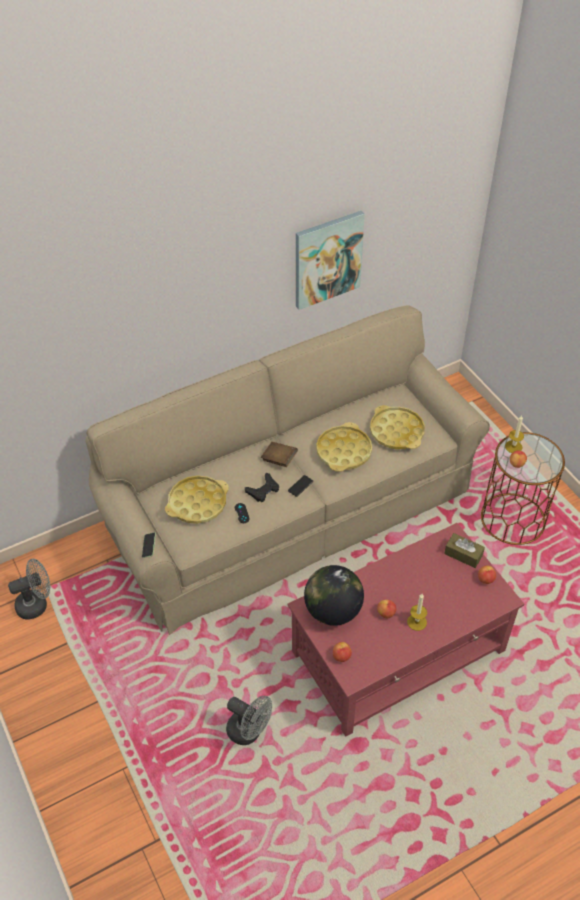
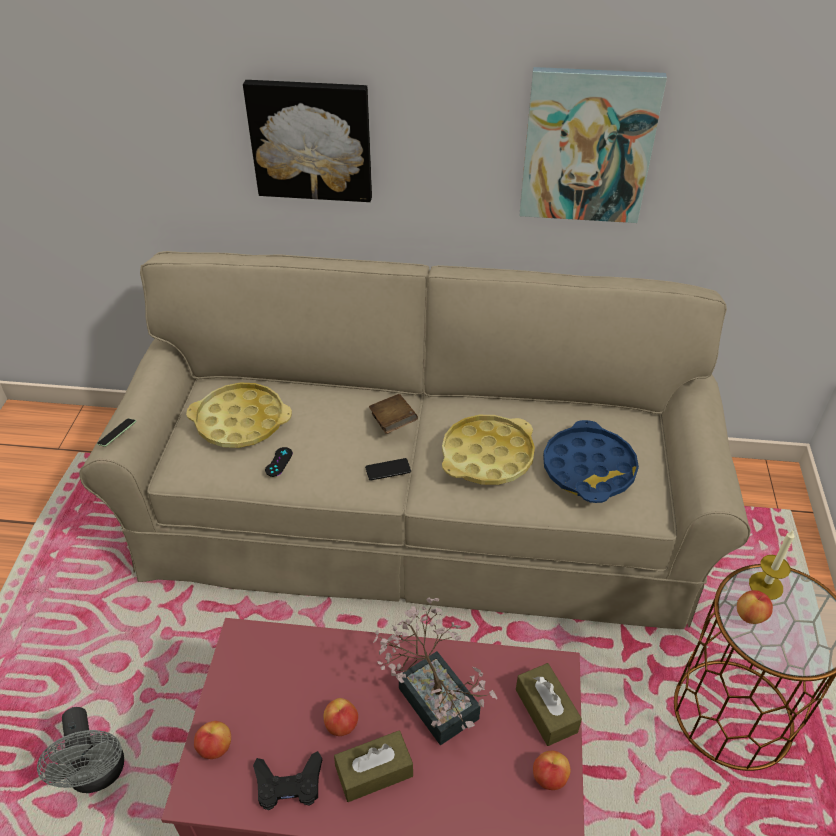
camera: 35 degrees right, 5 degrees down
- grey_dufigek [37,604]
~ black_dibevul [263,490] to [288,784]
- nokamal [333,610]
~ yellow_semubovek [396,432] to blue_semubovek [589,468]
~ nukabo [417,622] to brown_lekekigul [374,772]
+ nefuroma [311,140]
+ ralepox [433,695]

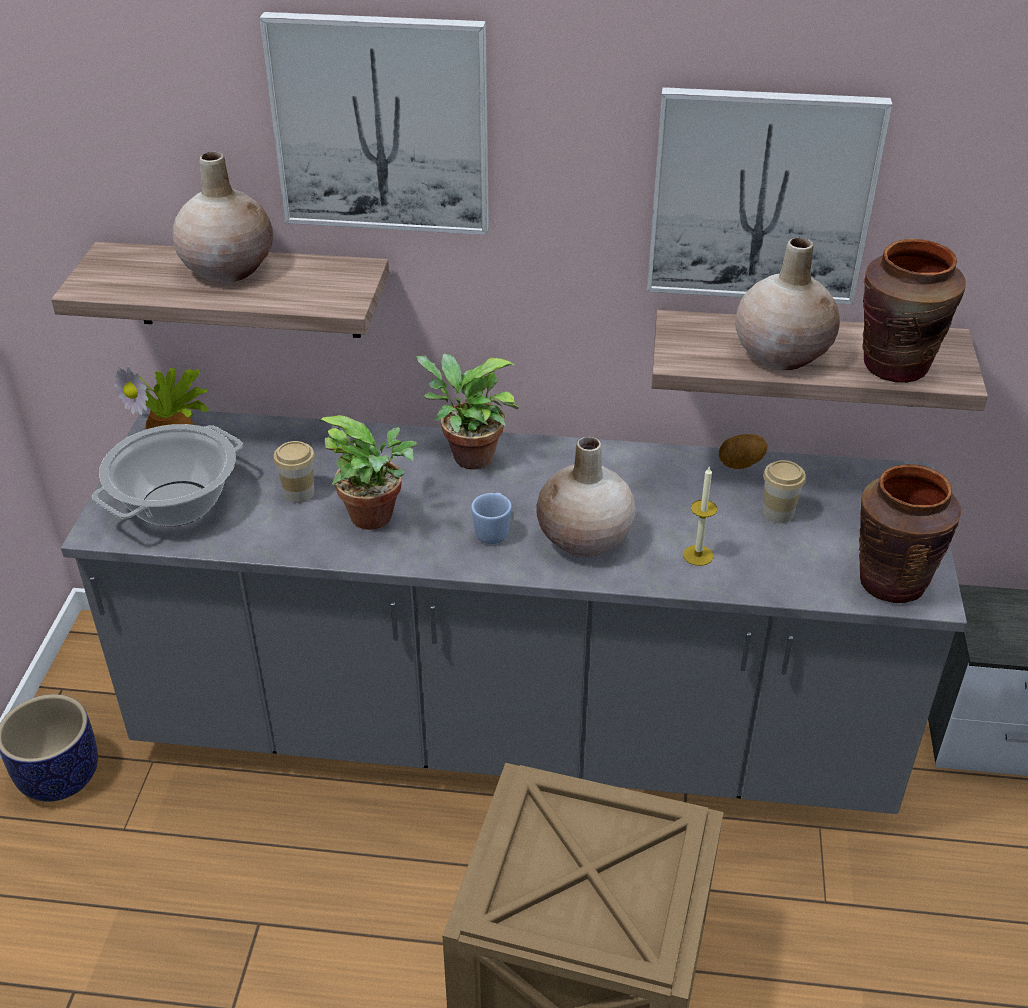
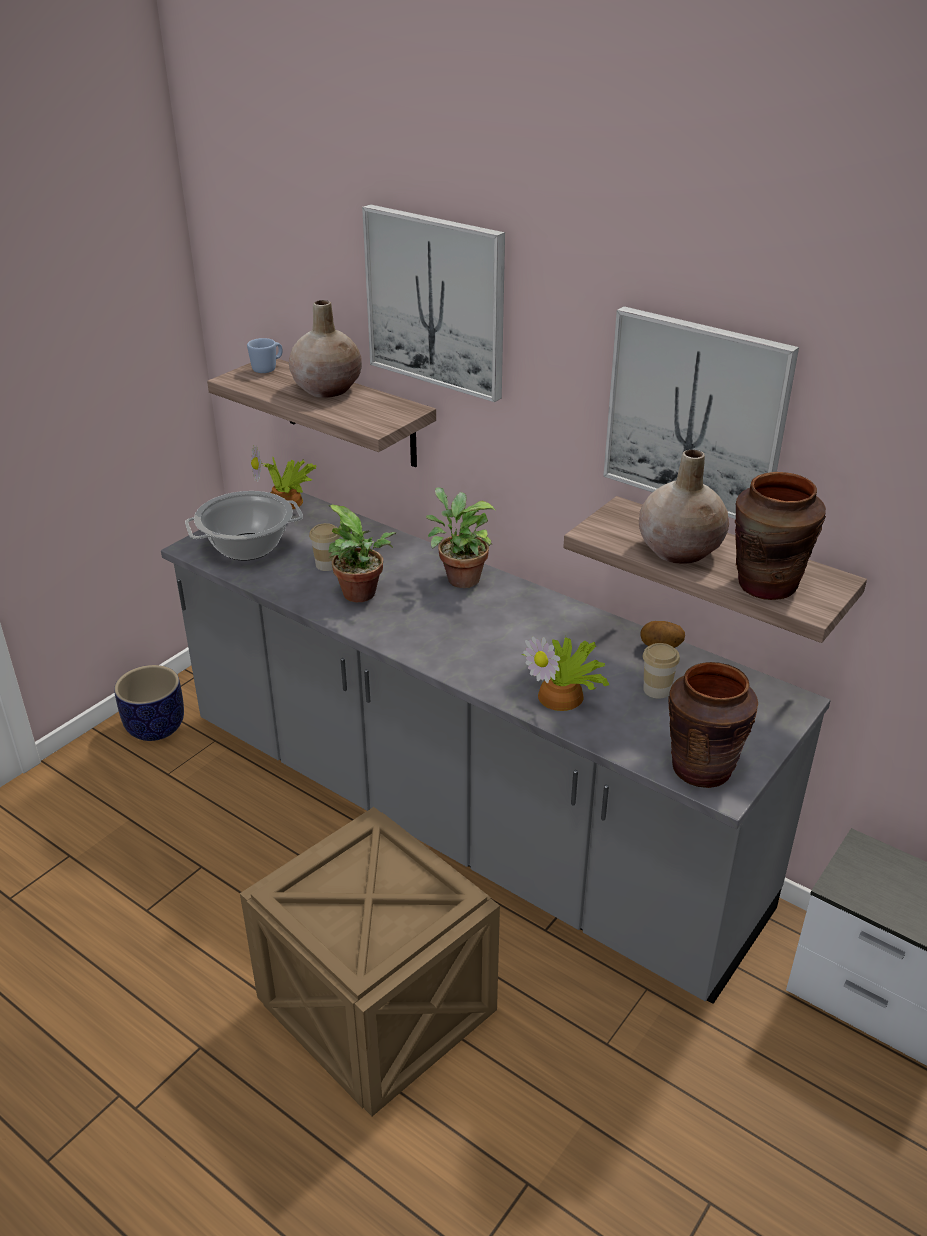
camera: 30 degrees right, 5 degrees down
~ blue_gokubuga [493,531] to [268,368]
- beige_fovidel [584,539]
~ nukabo [698,555] to ralepox [563,696]

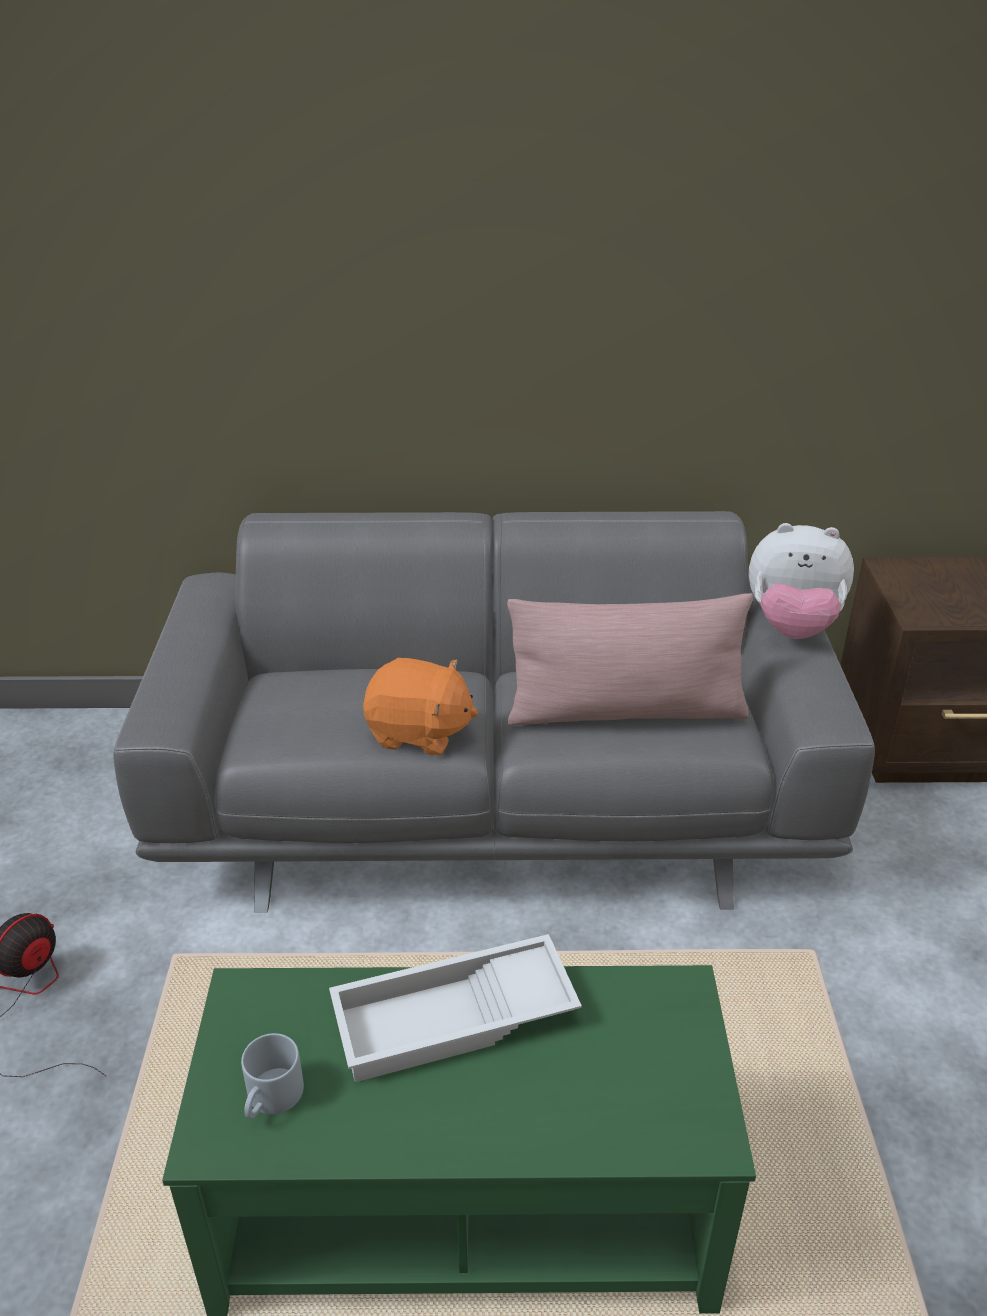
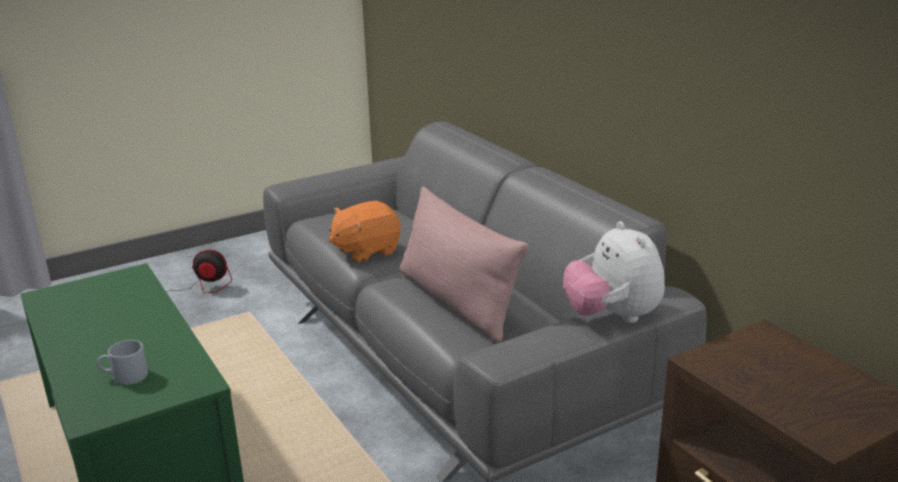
camera: 60 degrees right, 10 degrees down
~ grey_gokubuga [271,1099] to [124,377]
- white_semubovek [453,1021]
~ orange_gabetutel [419,733] = [366,251] 75 degrees clockwise

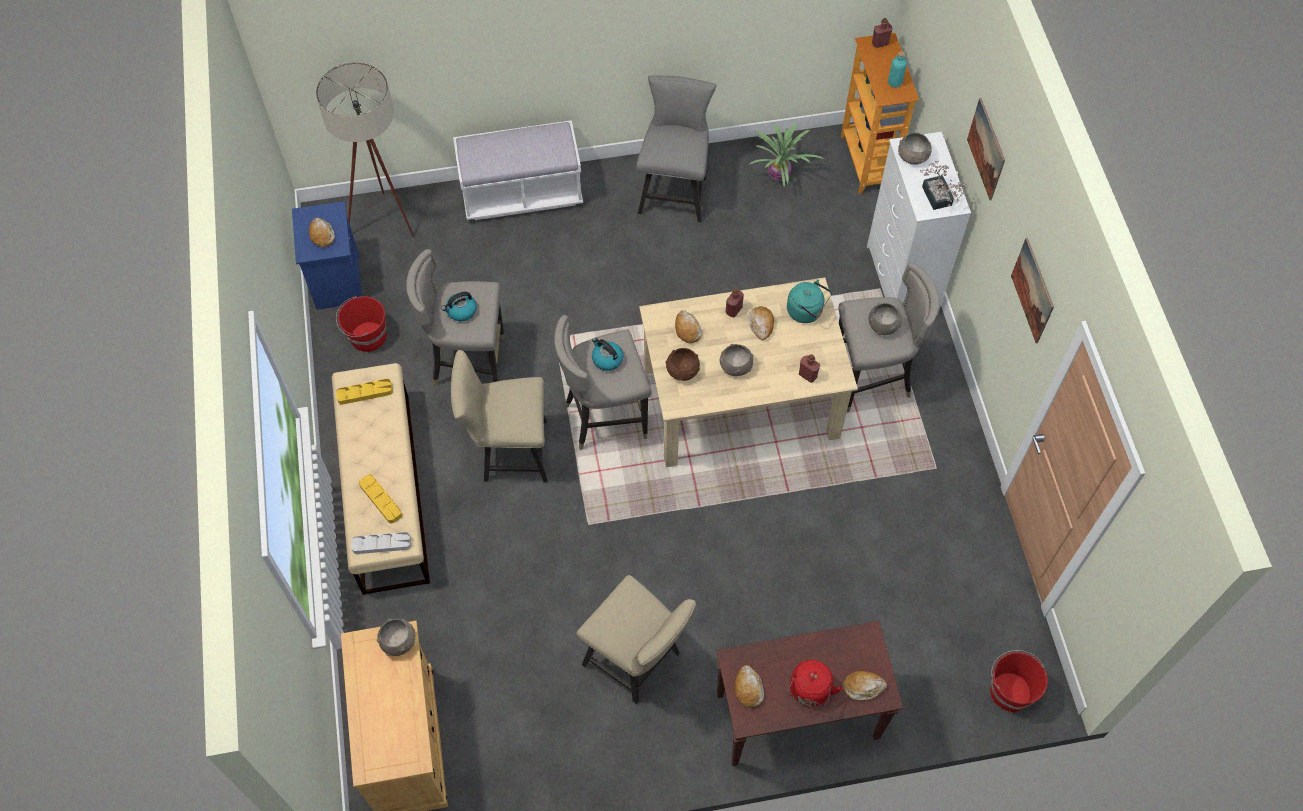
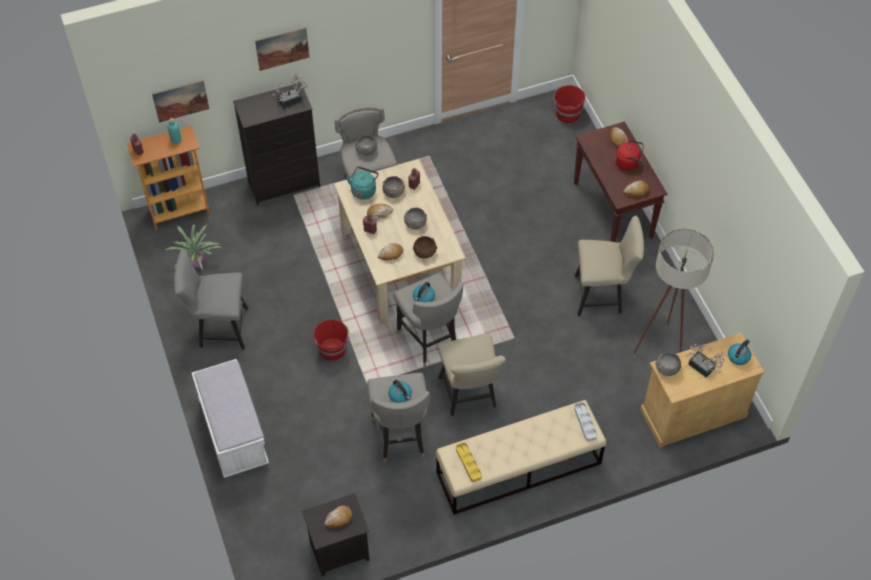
camera: 100 degrees left, 5 degrees down
~ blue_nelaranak [336,281] to black_nelaranak [339,552]
~ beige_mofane [388,225] to [662,343]
~ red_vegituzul [367,337] to [333,349]
- yellow_semubovek [381,500]
~ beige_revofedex [637,662] = [602,295] 60 degrees clockwise
~ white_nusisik [901,281] to black_nusisik [284,184]
~ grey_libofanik [912,157] to [394,192]
~ nefuroma [1032,290] to [180,101]
+ ralepox [704,368]
+ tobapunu [738,356]

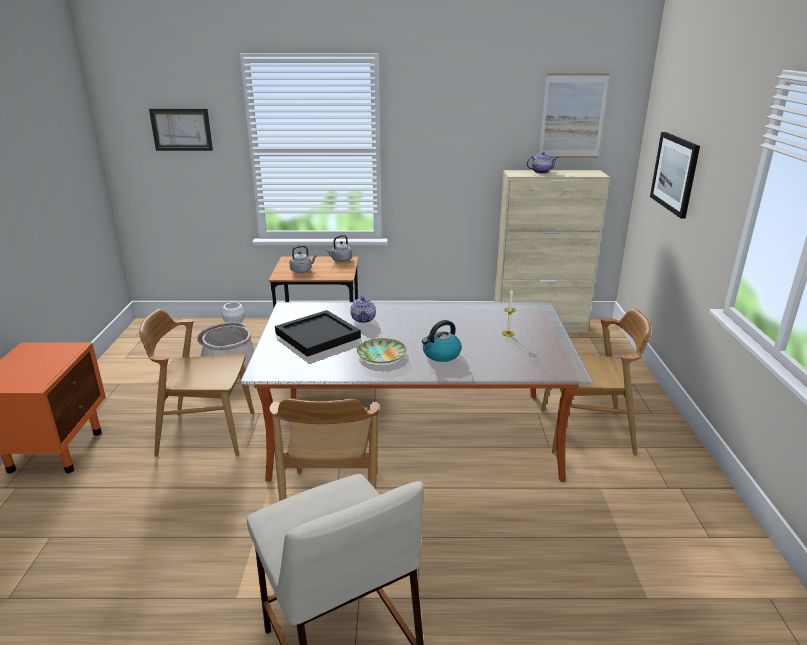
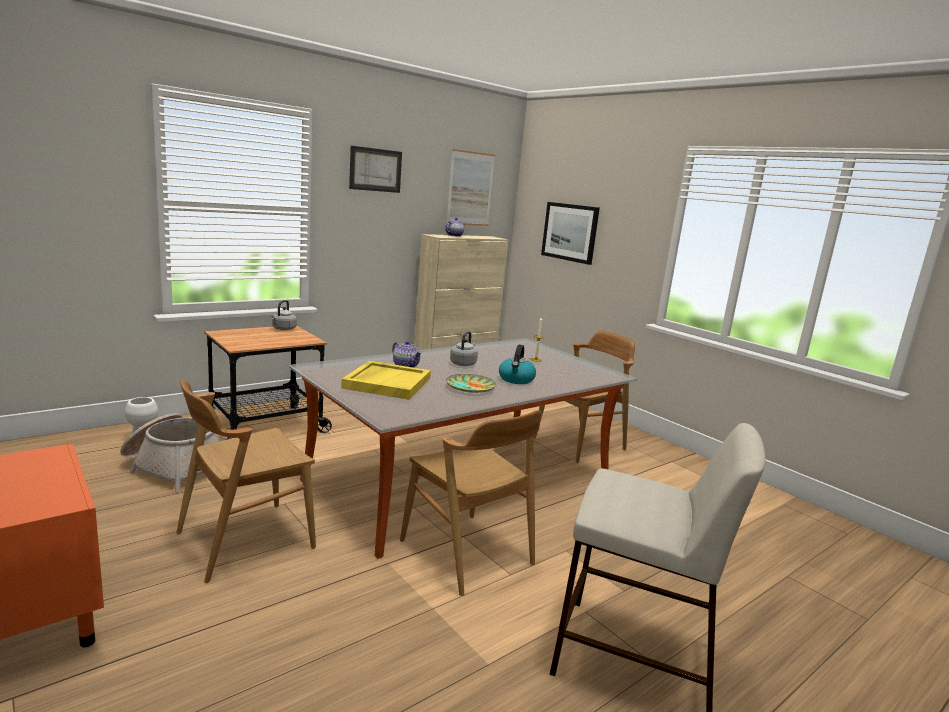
camera: 40 degrees left, 10 degrees down
~ nefuroma [181,129] to [375,170]
~ black_semubovek [318,335] to yellow_semubovek [387,383]
~ grey_tobapunu [302,270] to [463,364]

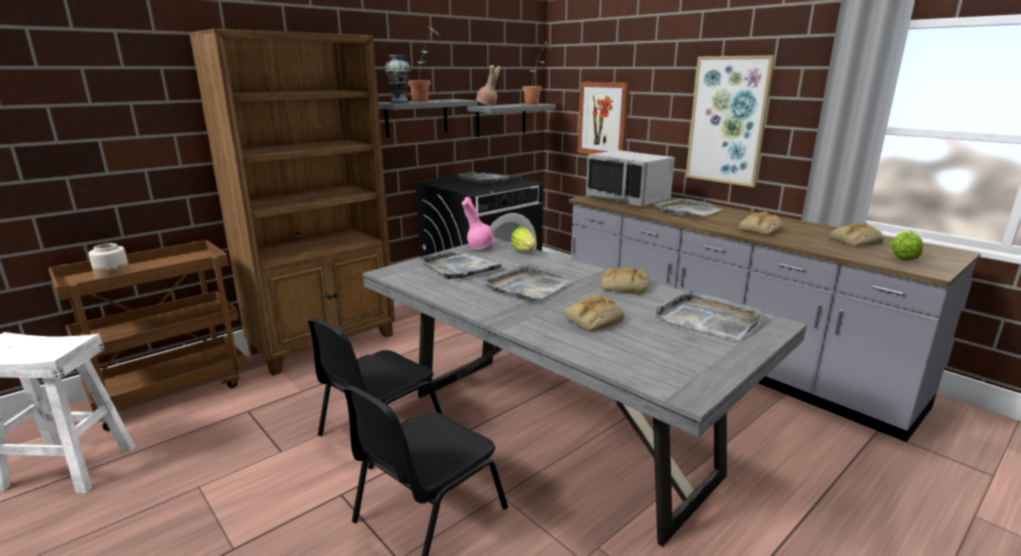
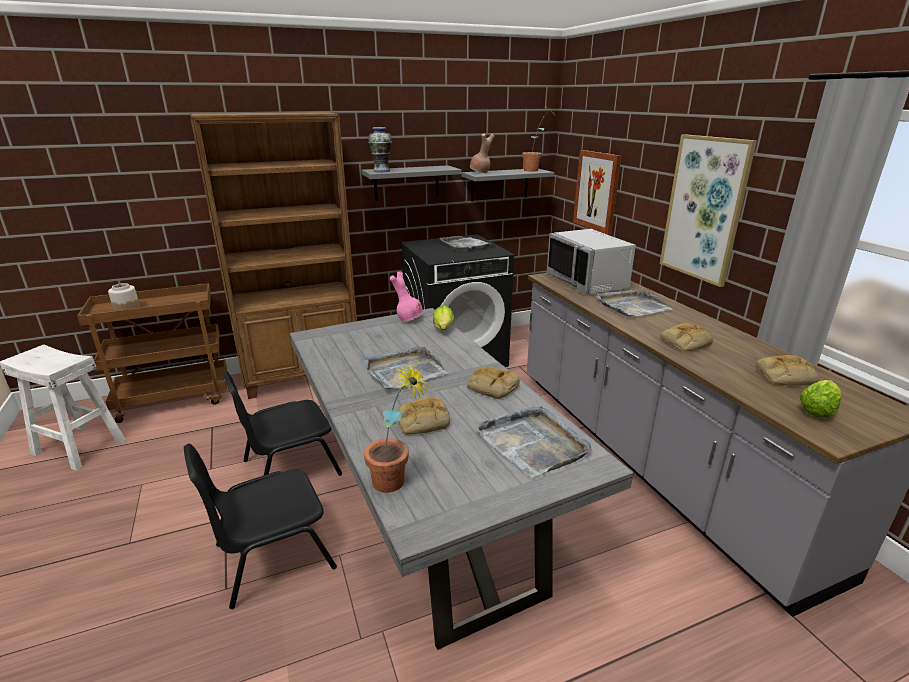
camera: 20 degrees right, 5 degrees up
~ ralepox [425,101] to [397,485]
- grey_semubovek [459,268]

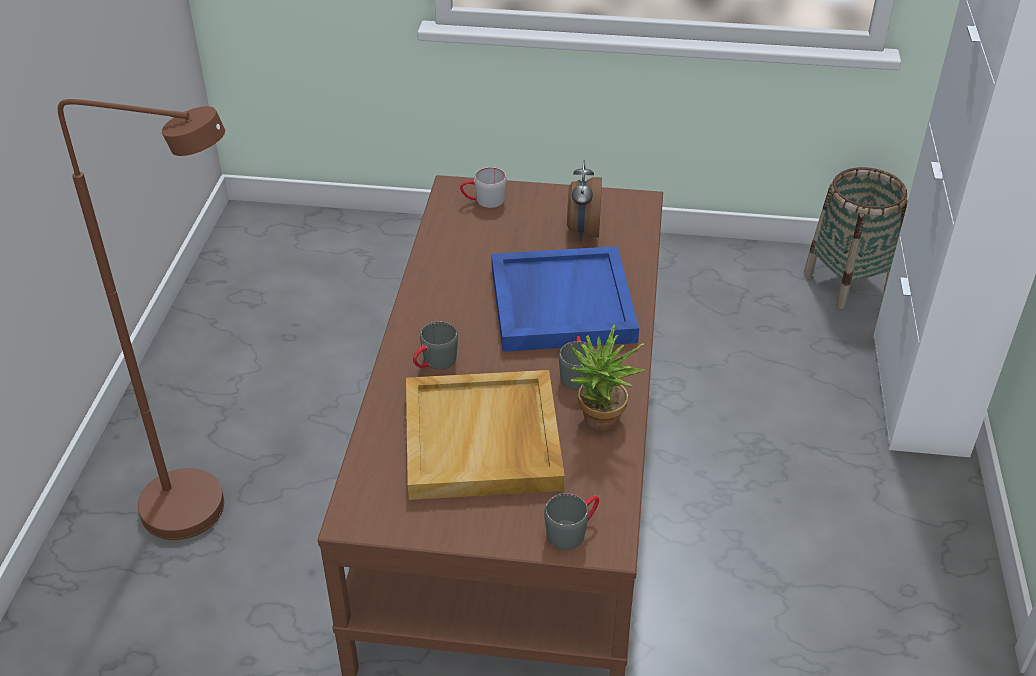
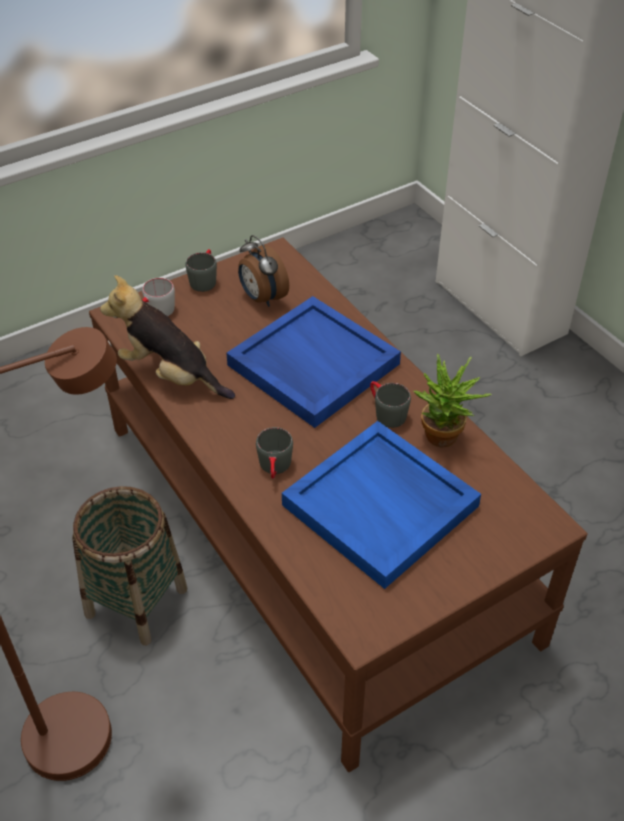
camera: 40 degrees left, 5 degrees up
~ beige_semubovek [483,440] to blue_semubovek [382,505]
~ grey_gokubuga [572,530] to [204,279]
~ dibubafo [848,282] to [137,601]
+ gabetutel [171,375]

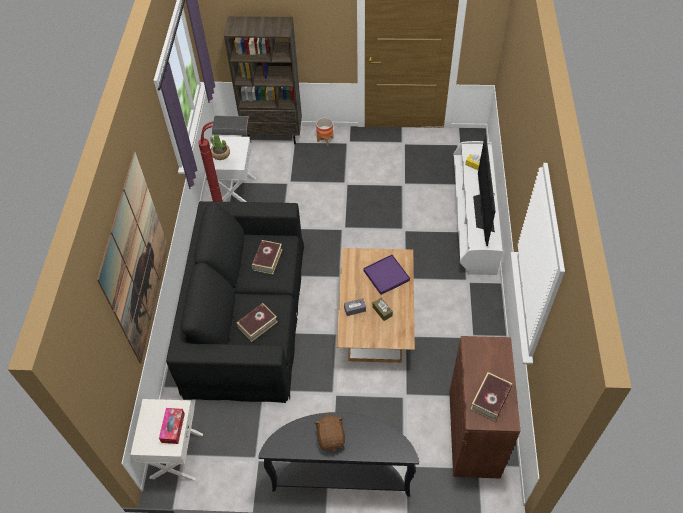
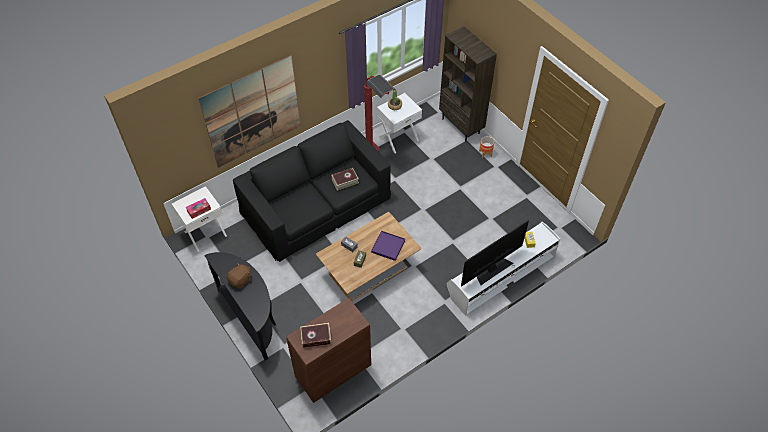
camera: 50 degrees right, 0 degrees up
- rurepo [257,324]

